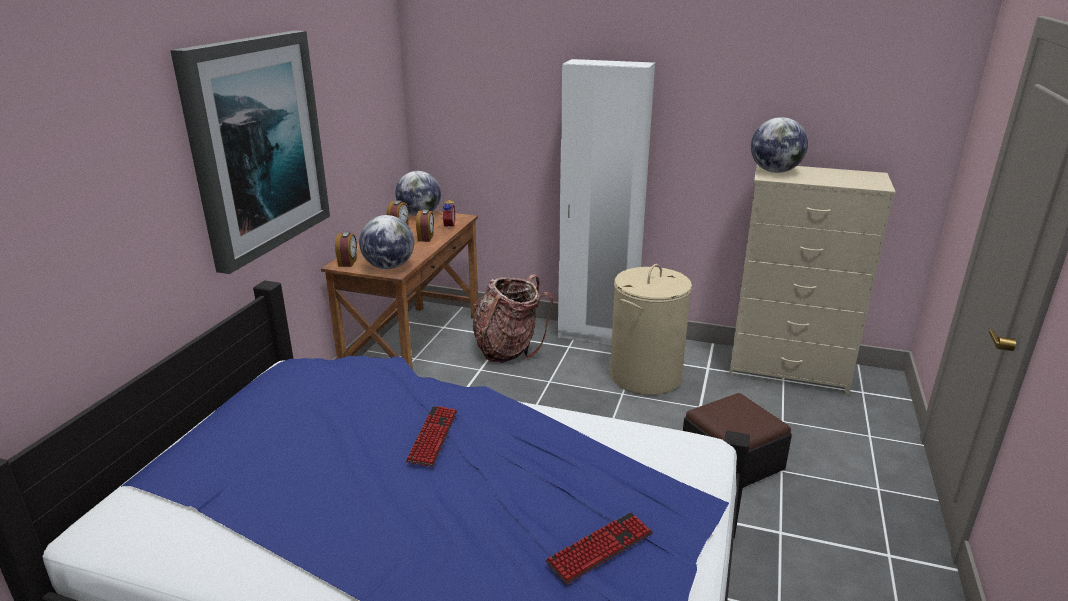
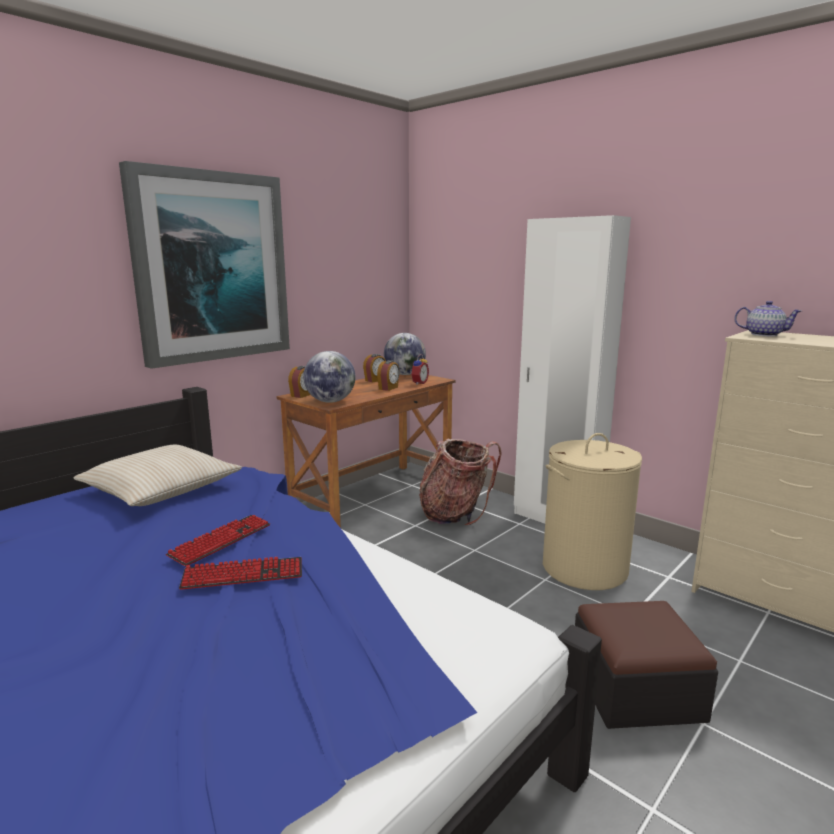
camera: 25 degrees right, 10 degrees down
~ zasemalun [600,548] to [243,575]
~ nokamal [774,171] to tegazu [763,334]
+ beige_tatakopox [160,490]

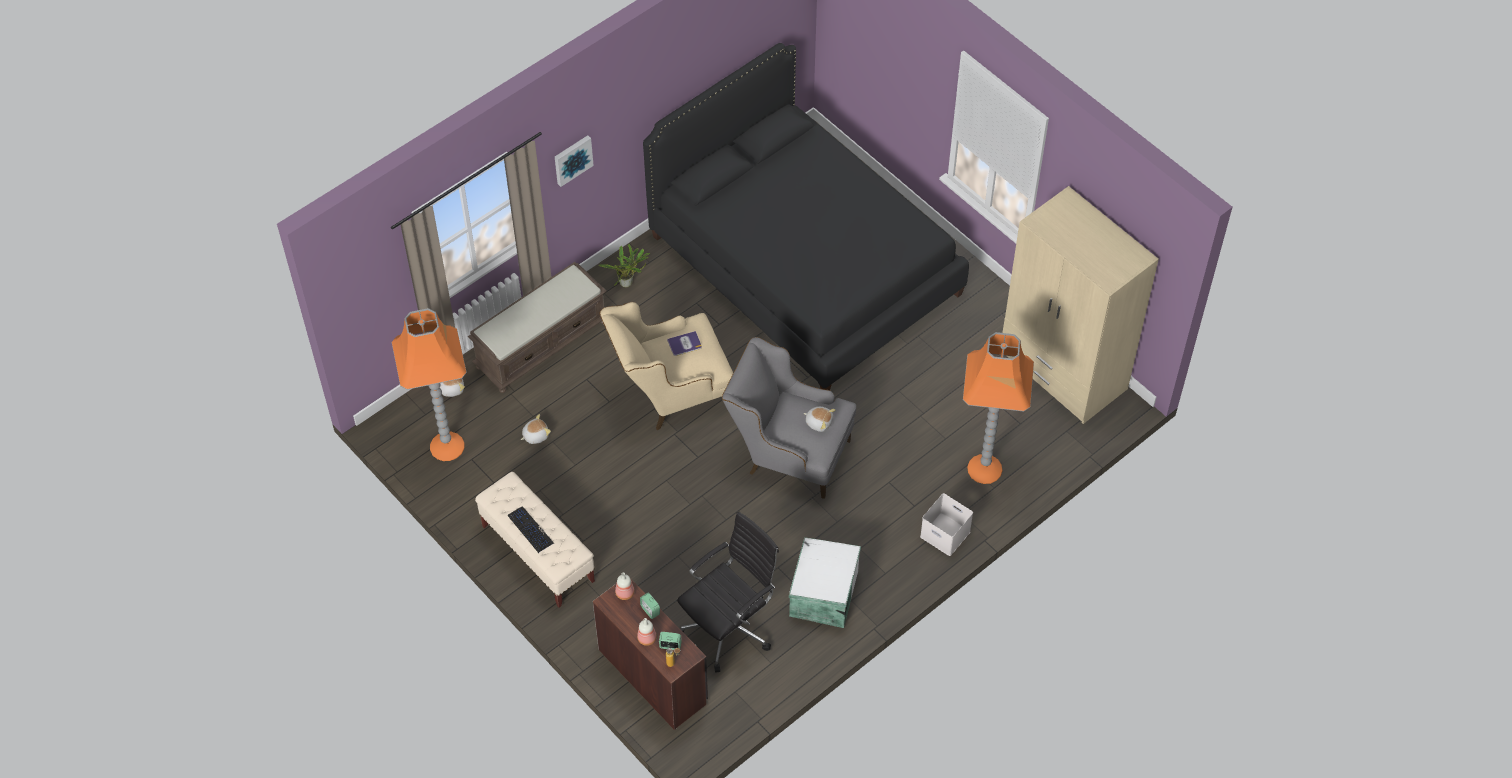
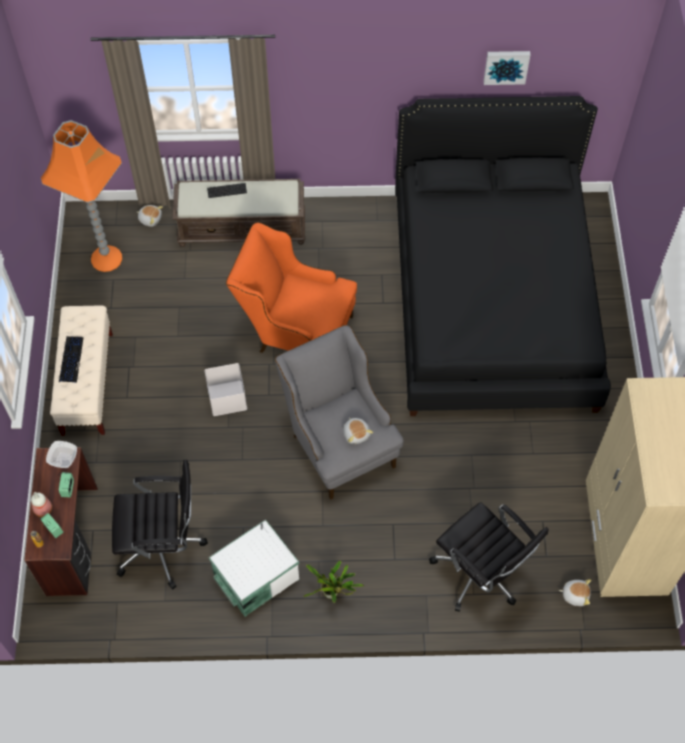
camera: 40 degrees right, 5 degrees up
~ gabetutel [535,435] to [575,594]
~ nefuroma [572,159] to [506,66]
~ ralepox [628,283] to [332,594]
~ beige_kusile [670,393] to orange_kusile [296,330]
~ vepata [624,593] to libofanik [63,460]
- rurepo [684,344]
~ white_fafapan [944,534] to [226,397]
~ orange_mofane [985,469] to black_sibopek [480,573]
+ zasemalun [227,191]

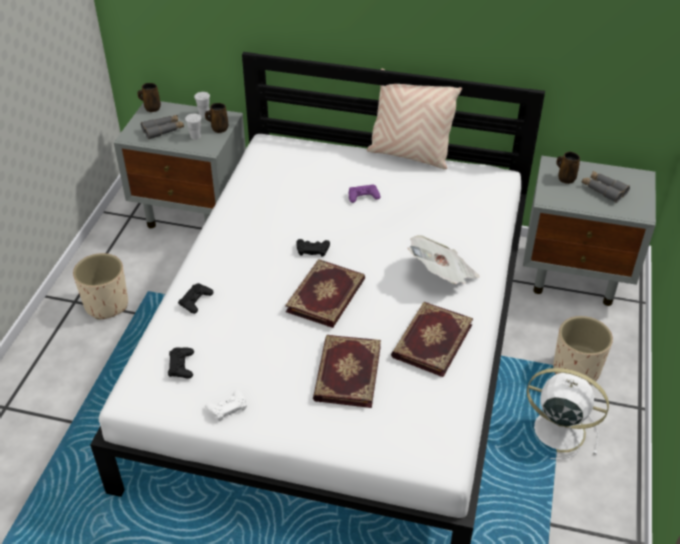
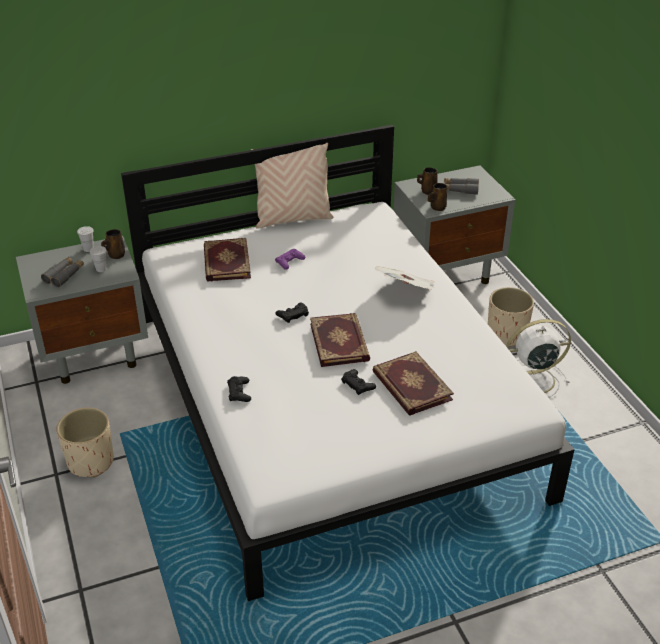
camera: 35 degrees left, 5 degrees down
~ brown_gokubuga [151,108] to [437,207]
~ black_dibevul [181,366] to [358,384]
- white_dibevul [227,407]
~ rurepo [431,340] to [226,262]

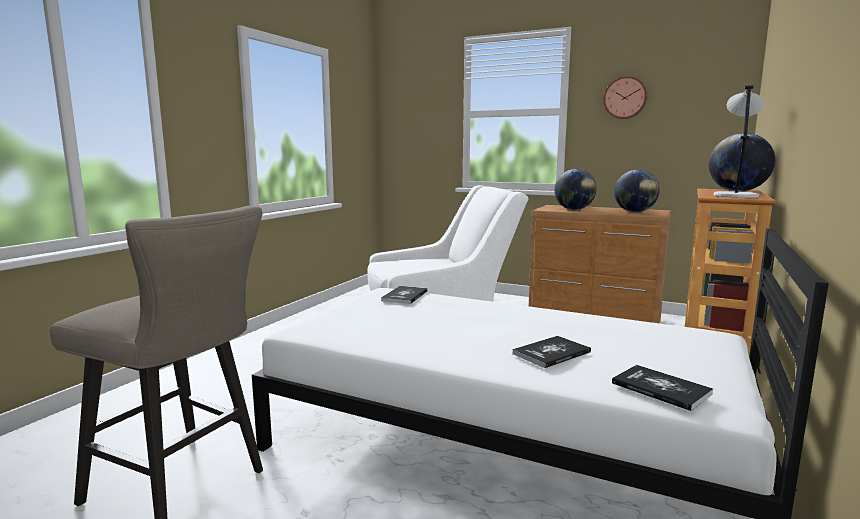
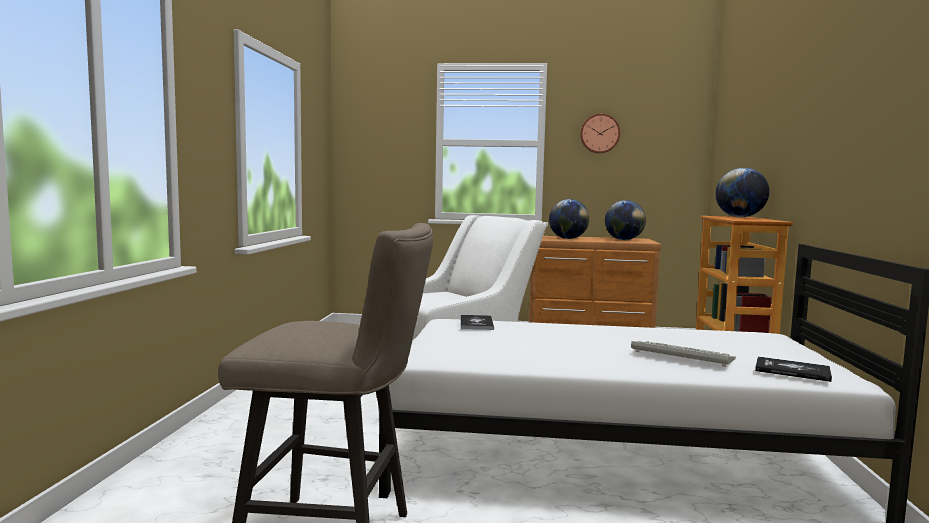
camera: 20 degrees left, 5 degrees down
~ rurepo [551,353] to zasemalun [679,356]
- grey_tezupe [735,195]

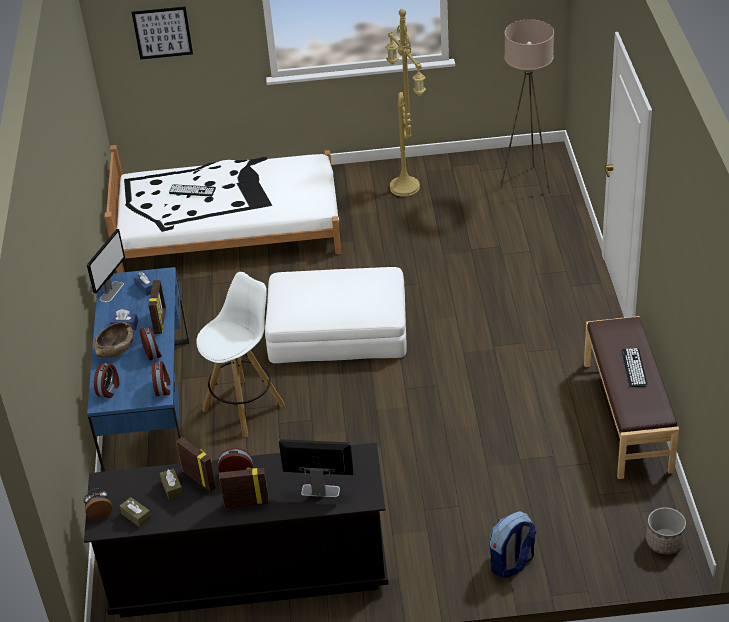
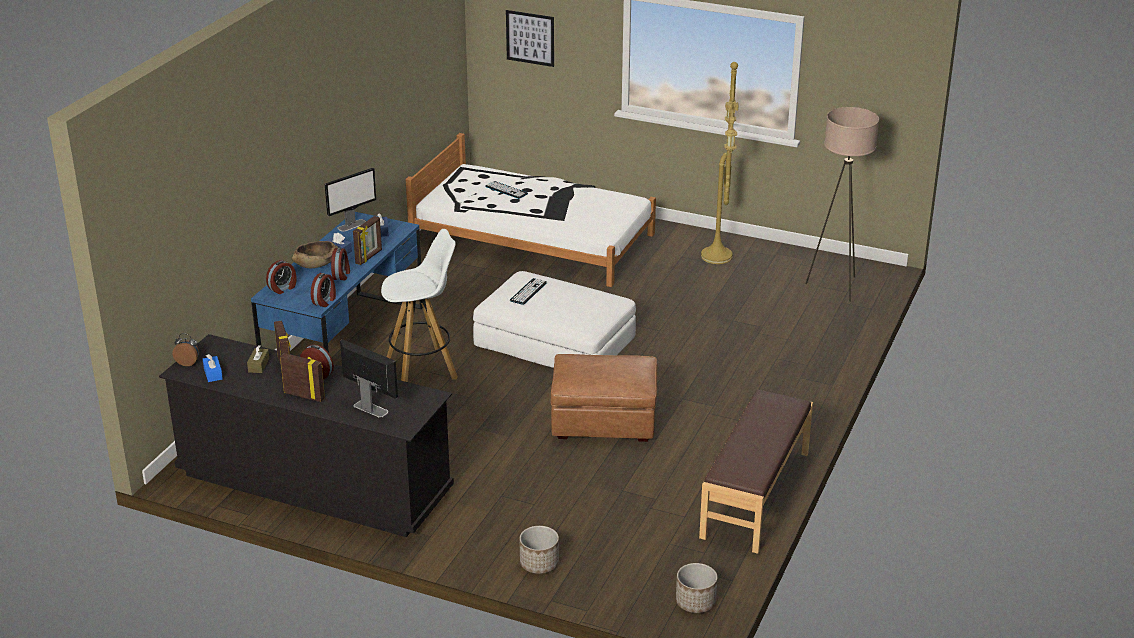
camera: 25 degrees right, 10 degrees down
~ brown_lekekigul [136,516] to blue_lekekigul [213,374]
~ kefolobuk [512,563] to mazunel [539,563]
~ zasemalun [634,368] to [528,292]
+ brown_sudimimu [603,422]

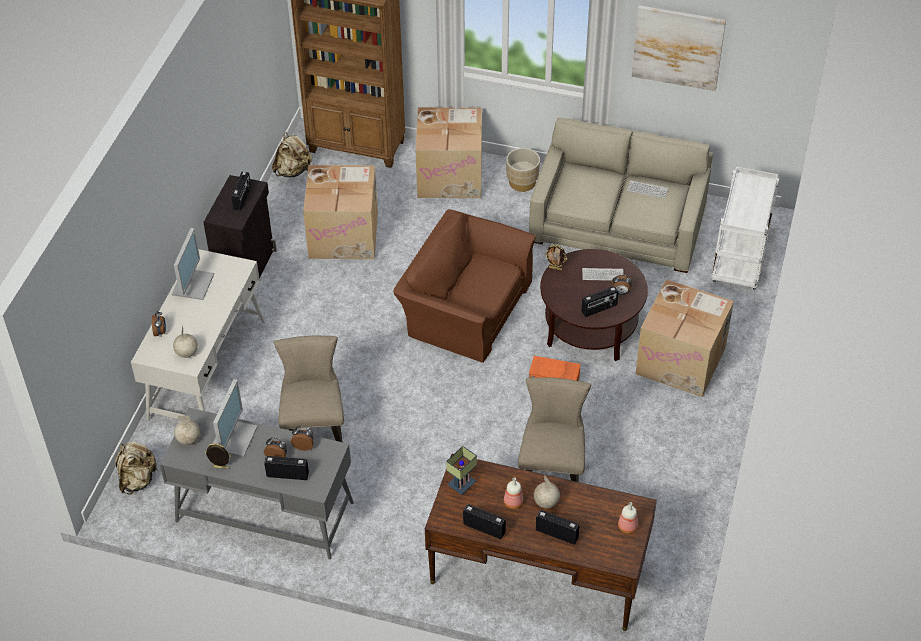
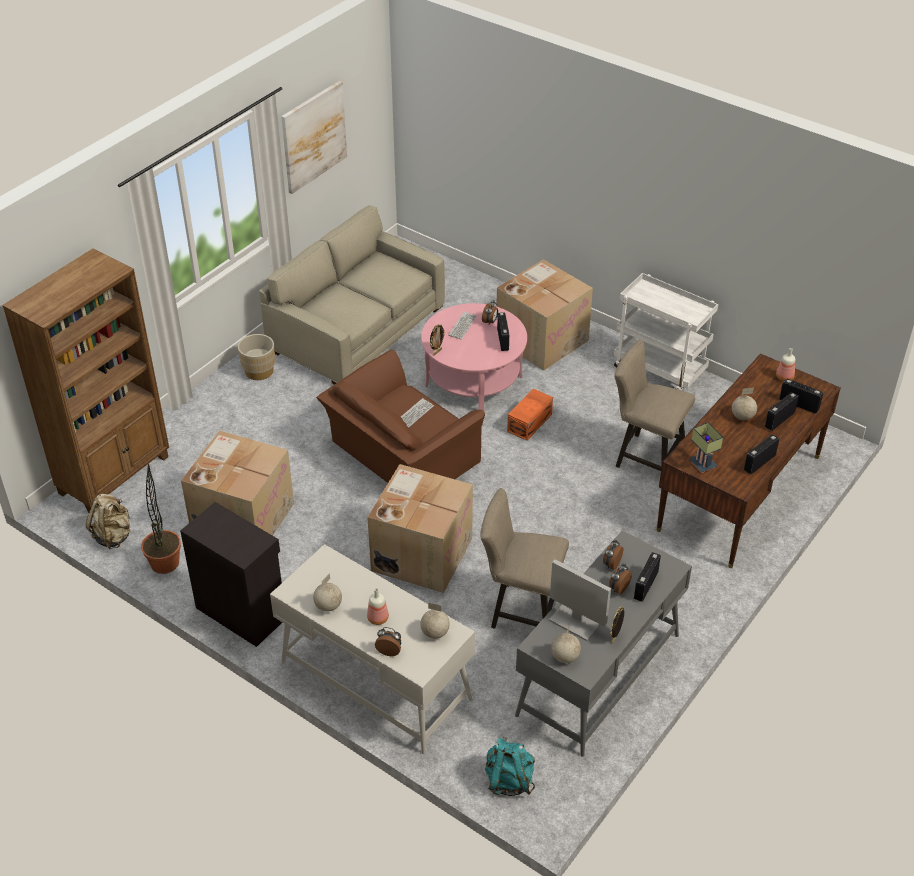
camera: 70 degrees left, 5 degrees down
~ beige_kefolobuk [137,479] to turquoise_kefolobuk [508,780]
~ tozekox [192,284] to nokamal [328,606]
~ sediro [242,198] to [799,404]
~ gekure [451,175] to [421,553]
~ vepata [513,503] to [378,619]
~ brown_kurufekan [591,327] to pink_kurufekan [473,380]
~ zasemalun [647,190] to [415,414]
~ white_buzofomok [740,263] to [660,370]
+ ralepox [165,563]

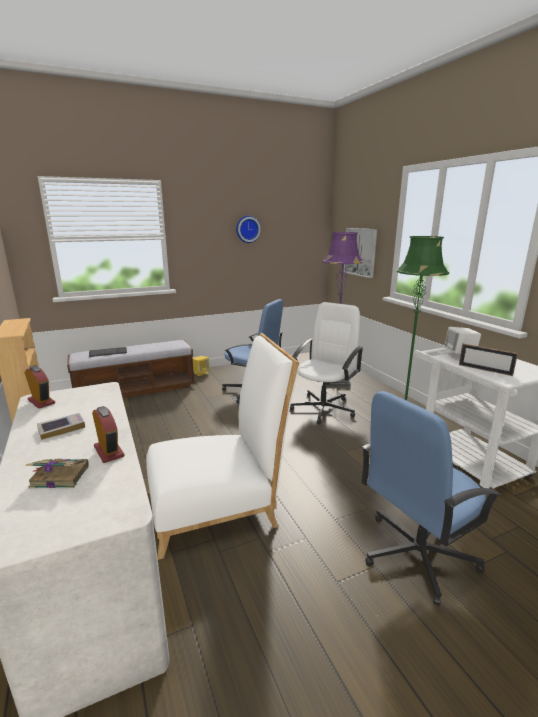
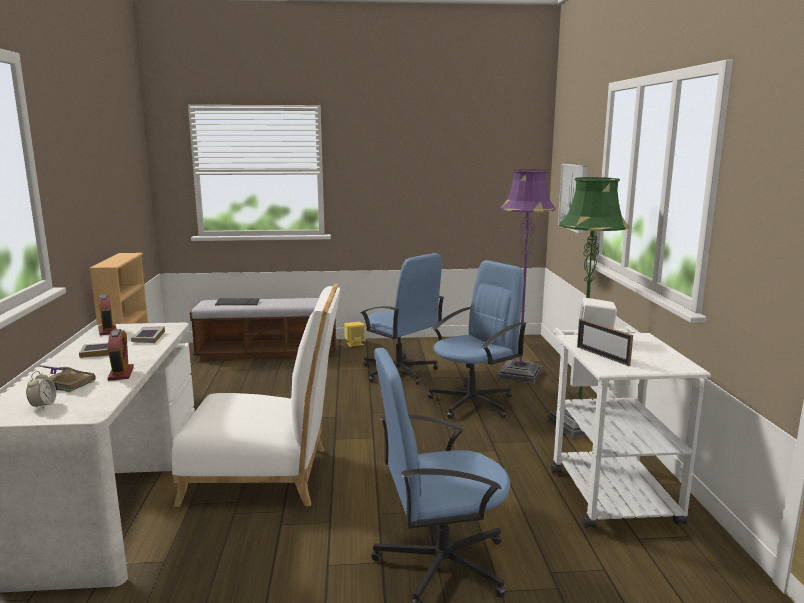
camera: 20 degrees right, 5 degrees down
- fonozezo [247,229]
~ white_sibopek [323,408] to blue_sibopek [473,402]
+ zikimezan [43,405]
+ rurepo [148,337]

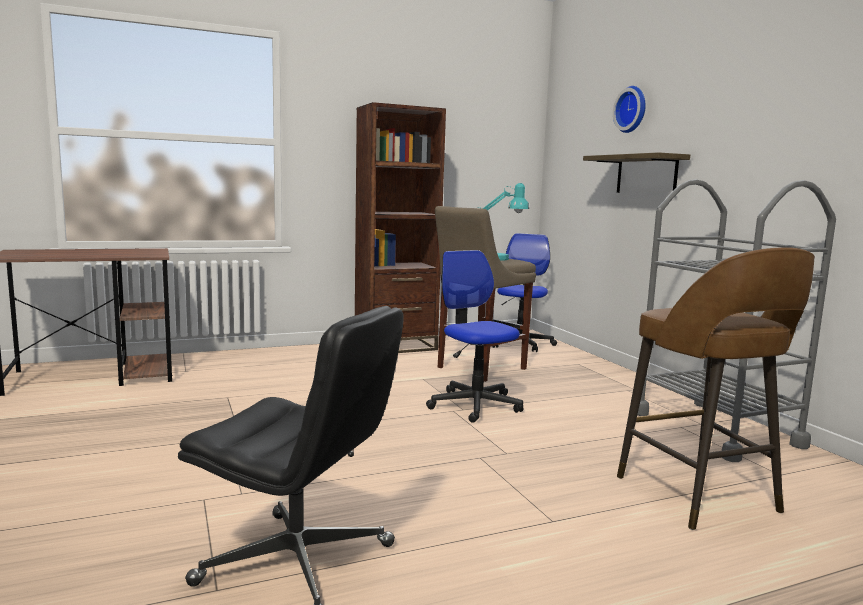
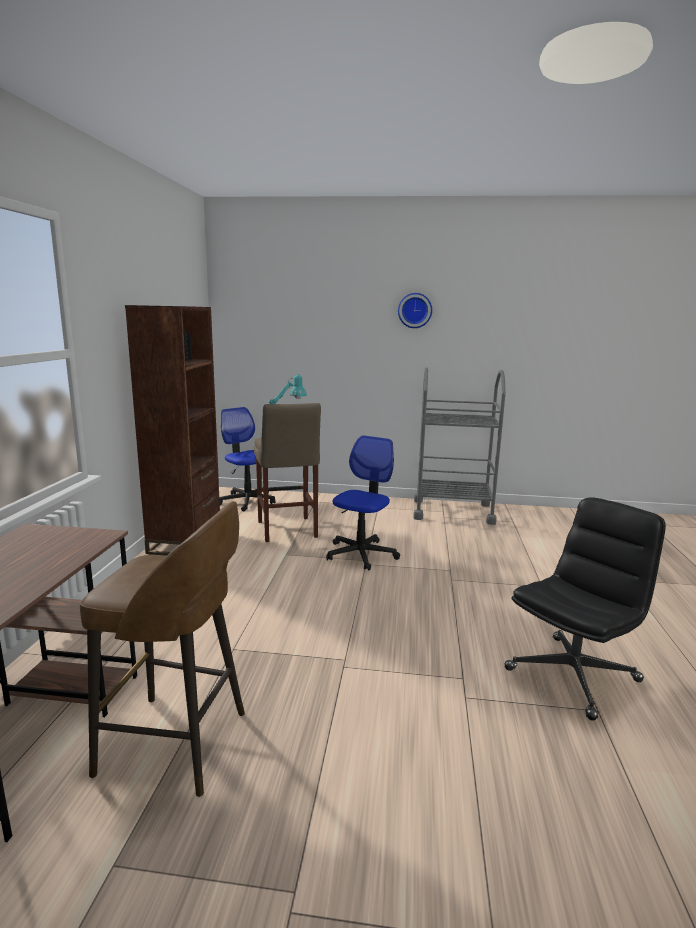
camera: 60 degrees left, 5 degrees up
~ sibopek [474,405] = [361,554] 120 degrees clockwise
- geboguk [646,174]
~ fonozezo [632,109] to [415,310]
~ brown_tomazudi [699,496] to [177,744]

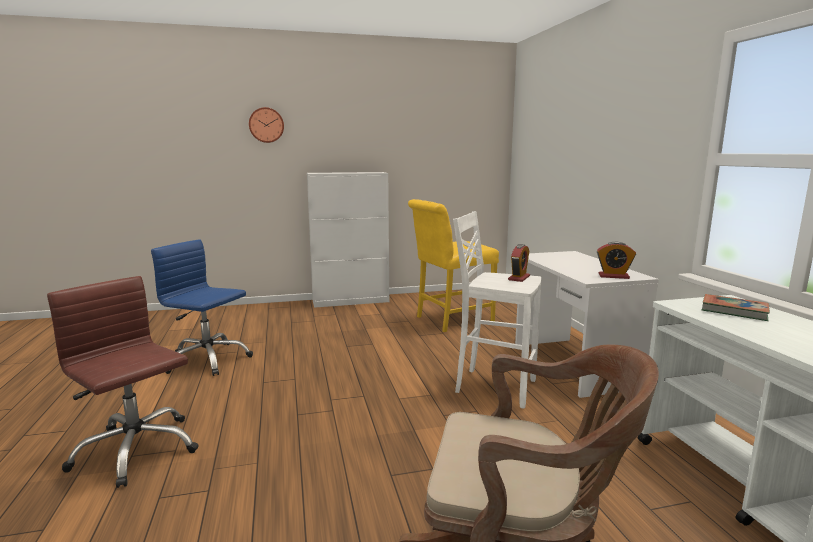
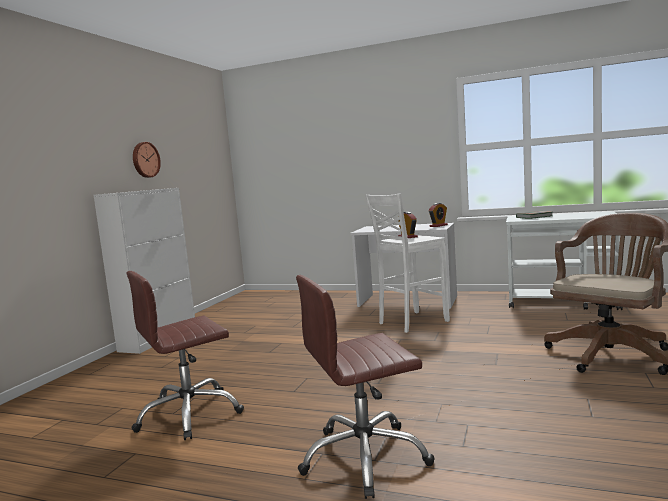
camera: 55 degrees left, 5 degrees down
~ blue_sibopek [207,360] to brown_sibopek [189,414]
~ fonozezo [266,125] to [145,160]
- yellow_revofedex [450,320]

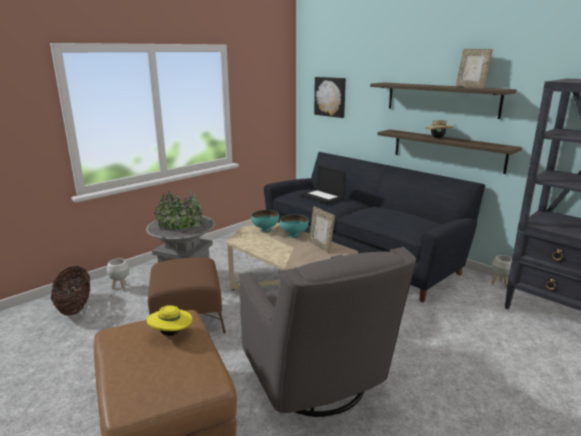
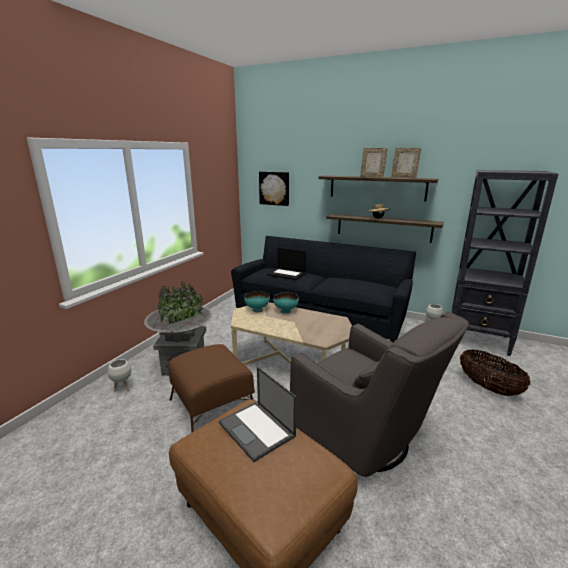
camera: 20 degrees left, 0 degrees up
~ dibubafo [75,307] to [488,387]
~ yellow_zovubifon [171,333] to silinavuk [257,430]
~ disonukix [321,246] to [372,177]

